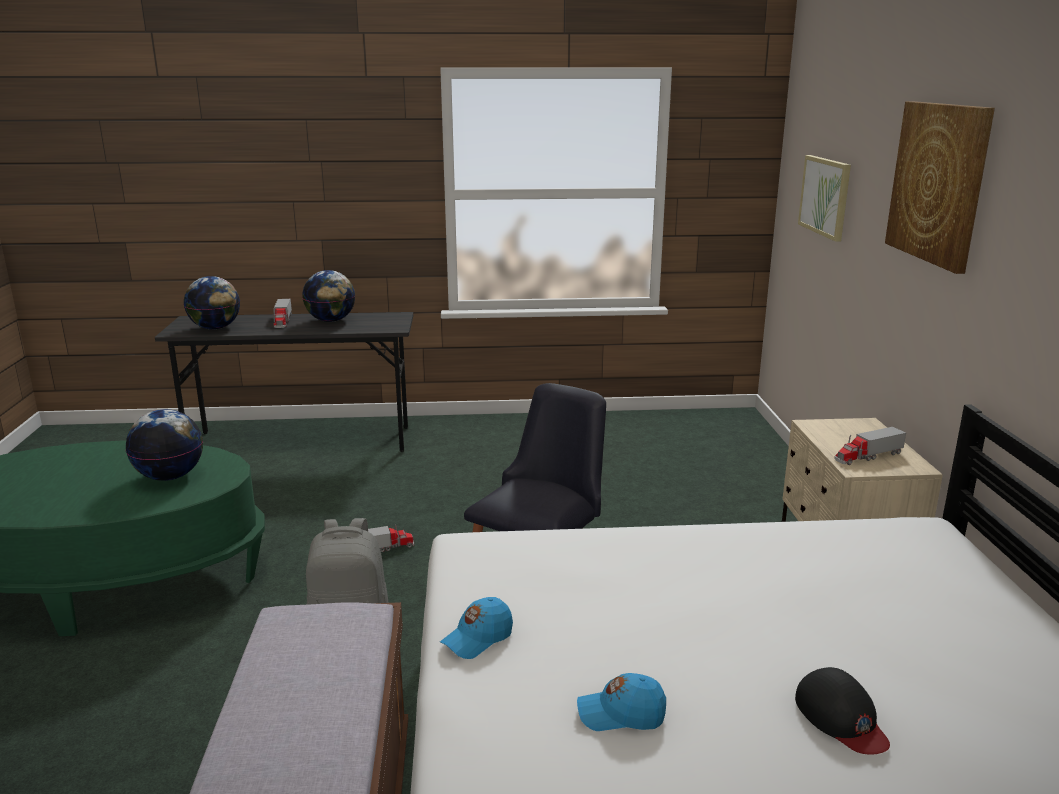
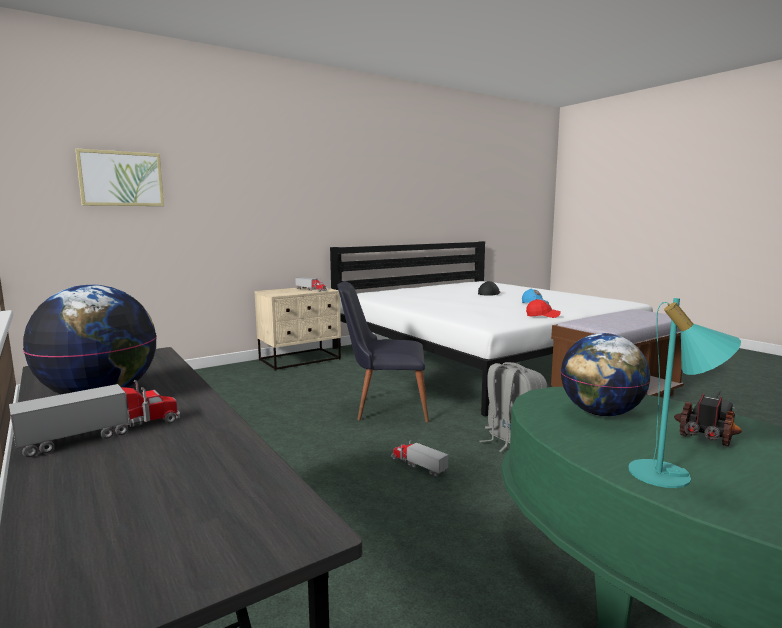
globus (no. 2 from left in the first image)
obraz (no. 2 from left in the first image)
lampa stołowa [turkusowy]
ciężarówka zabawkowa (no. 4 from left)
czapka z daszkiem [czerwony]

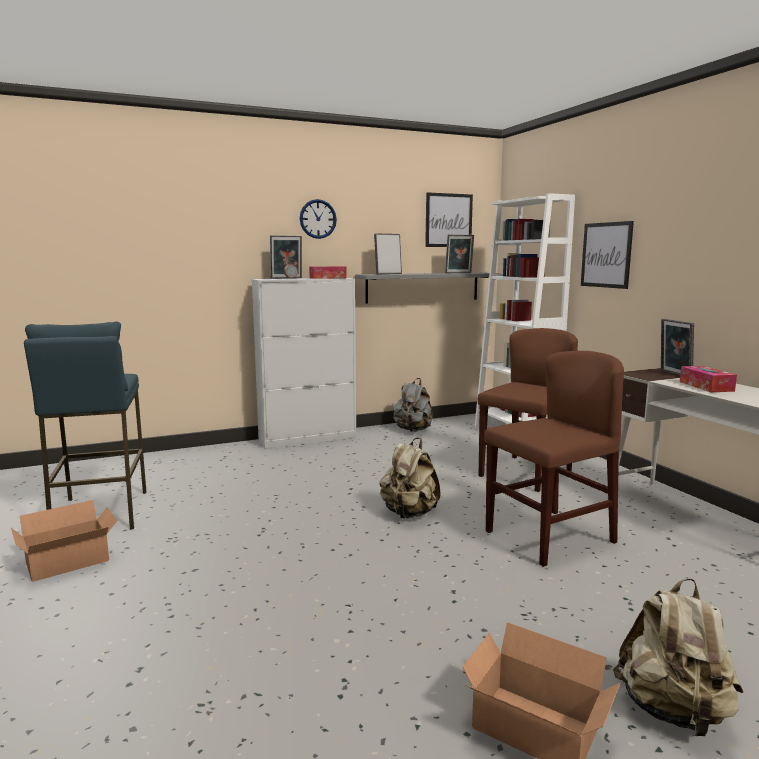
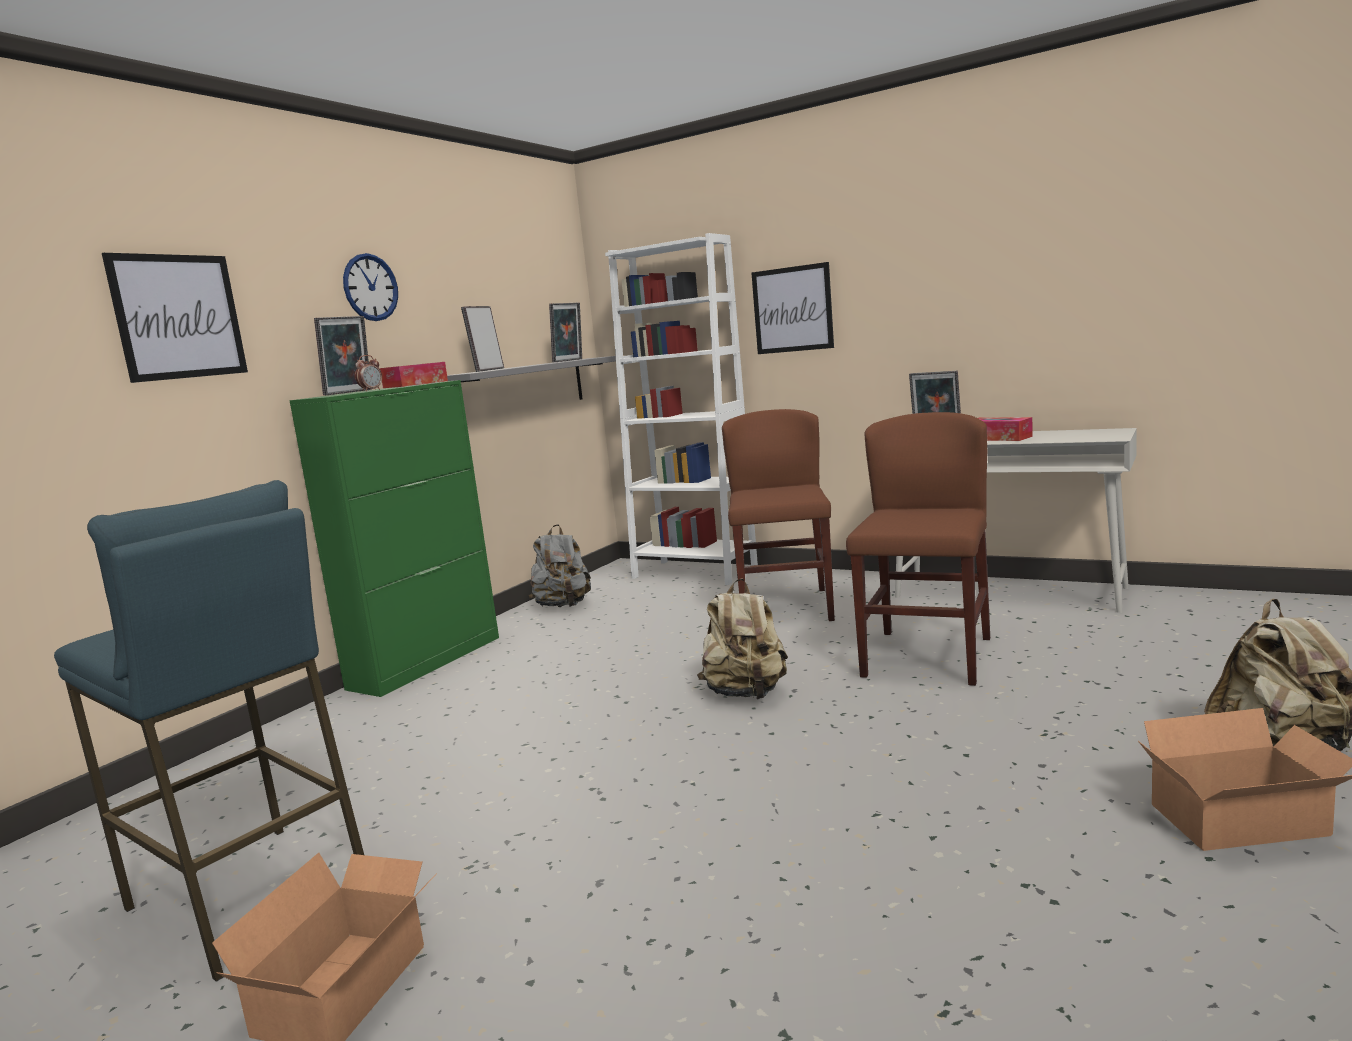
obraz (no. 1 from left)
szafka [zielony]

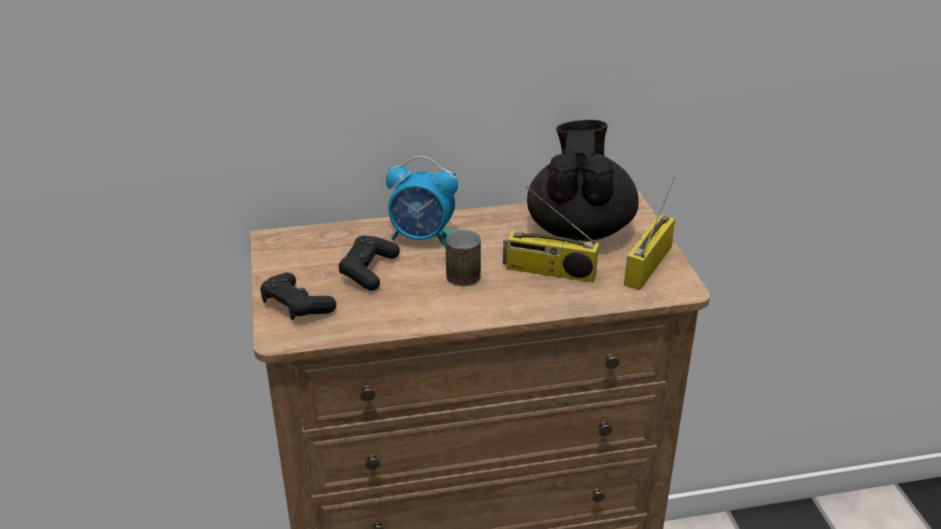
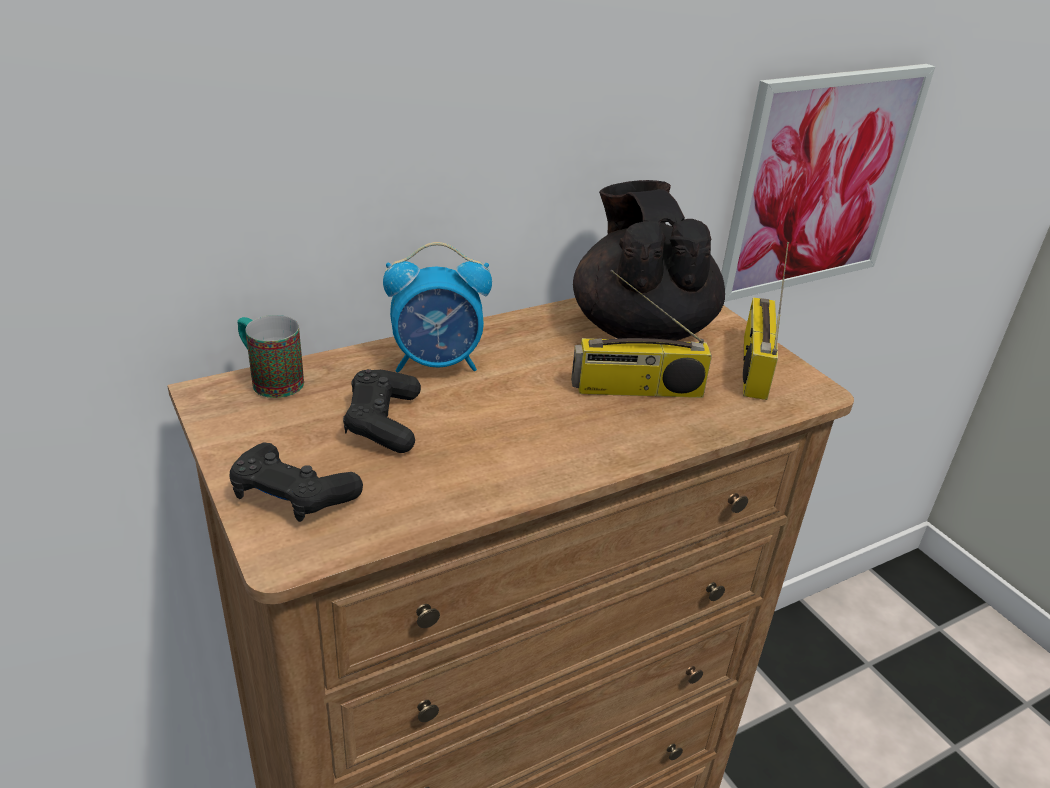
obraz
kubek

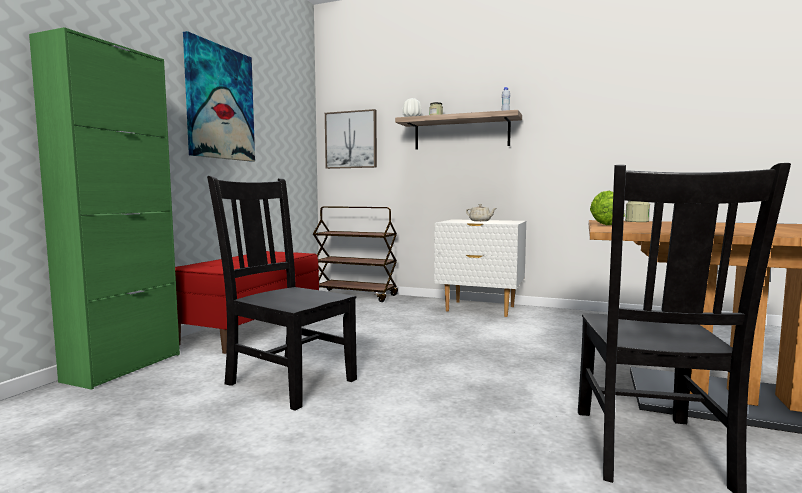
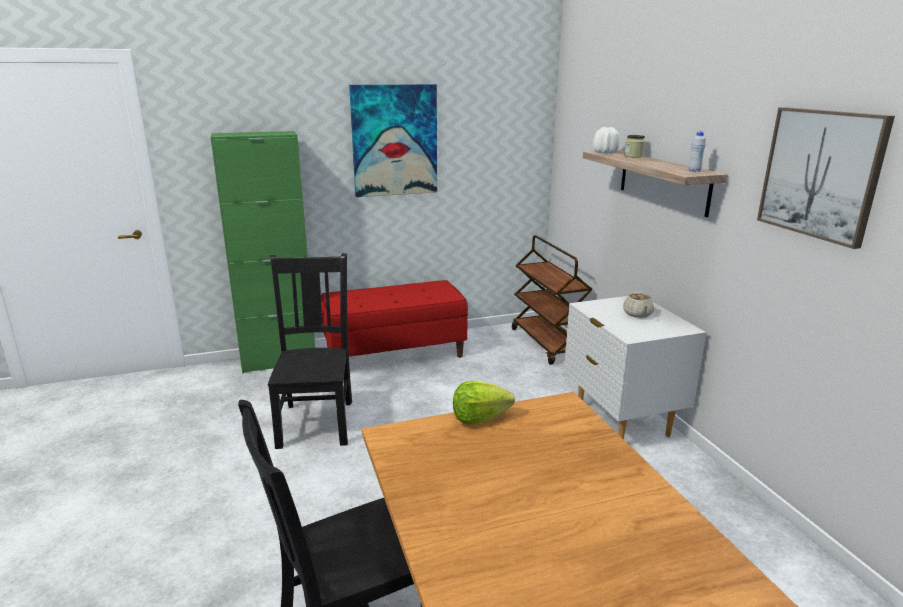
słoik (no. 2 from left in the first image)
obraz (no. 2 from left)

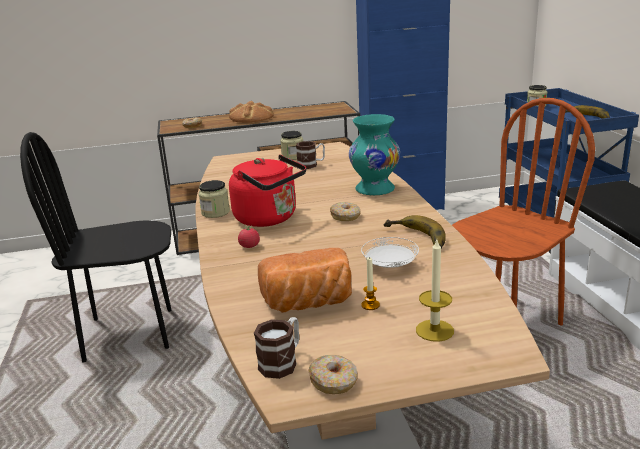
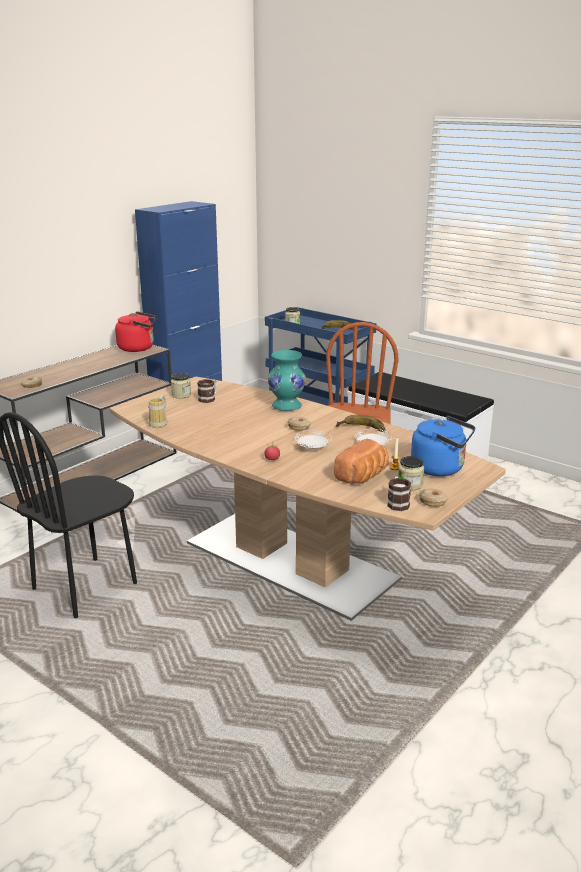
chleb (no. 1 from left in the first image)
kubek (no. 1 from left)
talerz [biały] (no. 1 from left)
słoik (no. 3 from left)
czajnik [czerwony]
czajnik [niebieski]

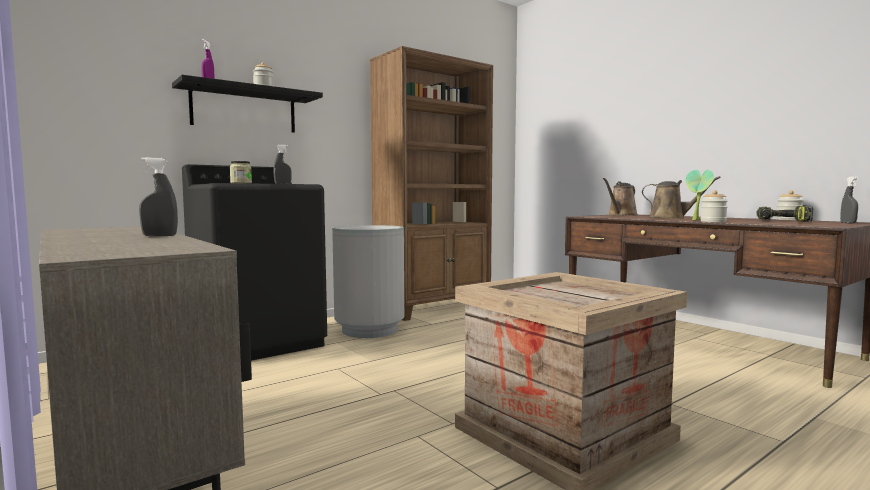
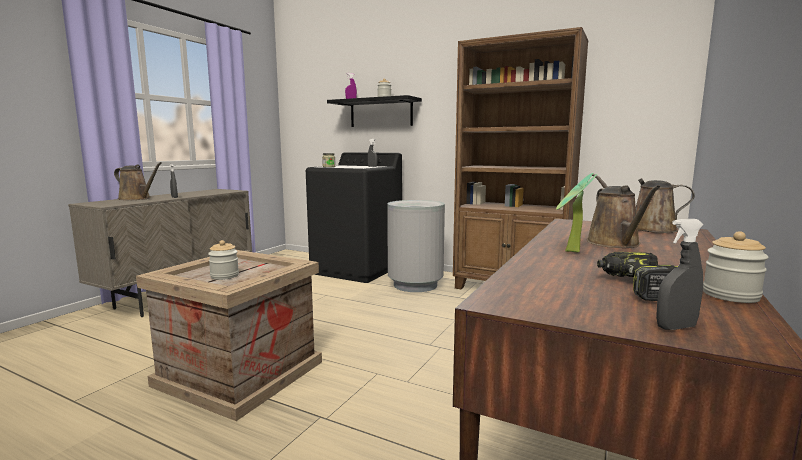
konewka [brązowy] (no. 1 from left)
słoik (no. 1 from left)

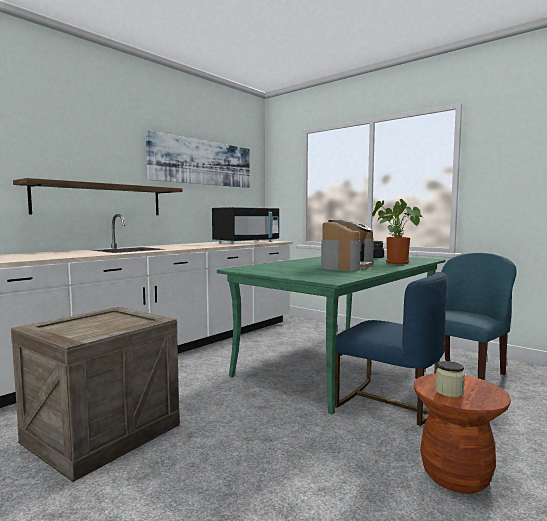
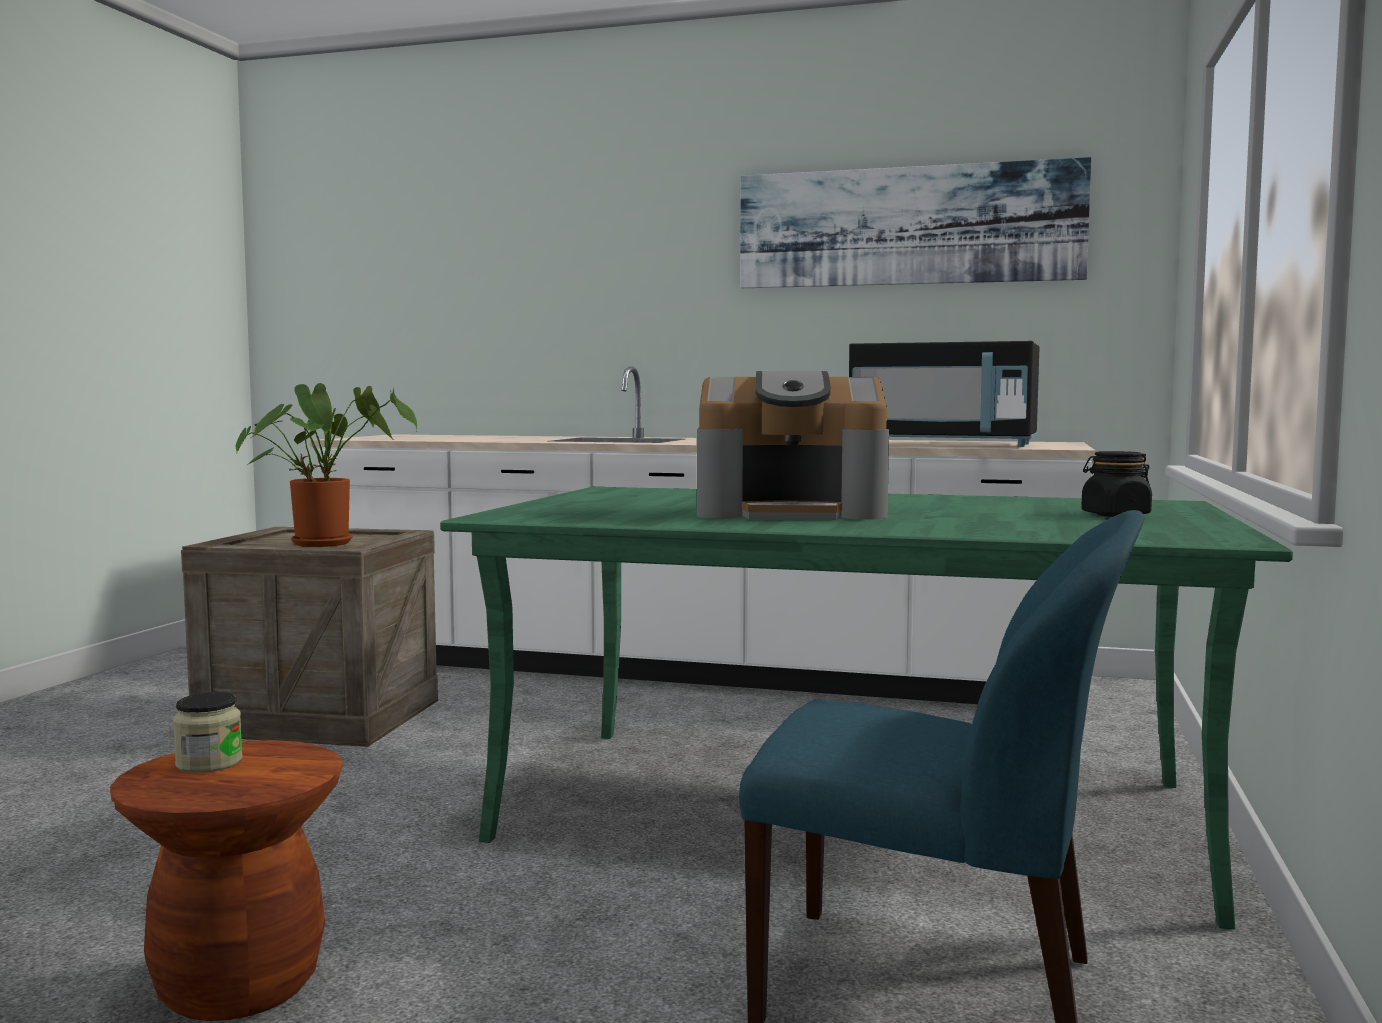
półka
krzesło [niebieski] (no. 1 from left in the first image)
roślina doniczkowa

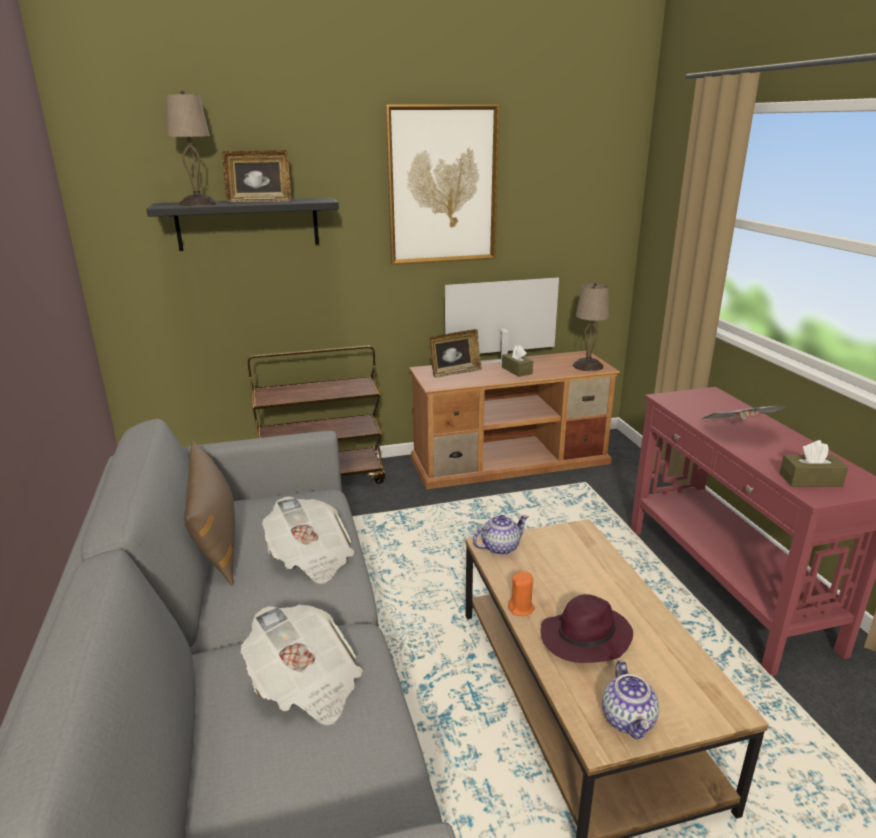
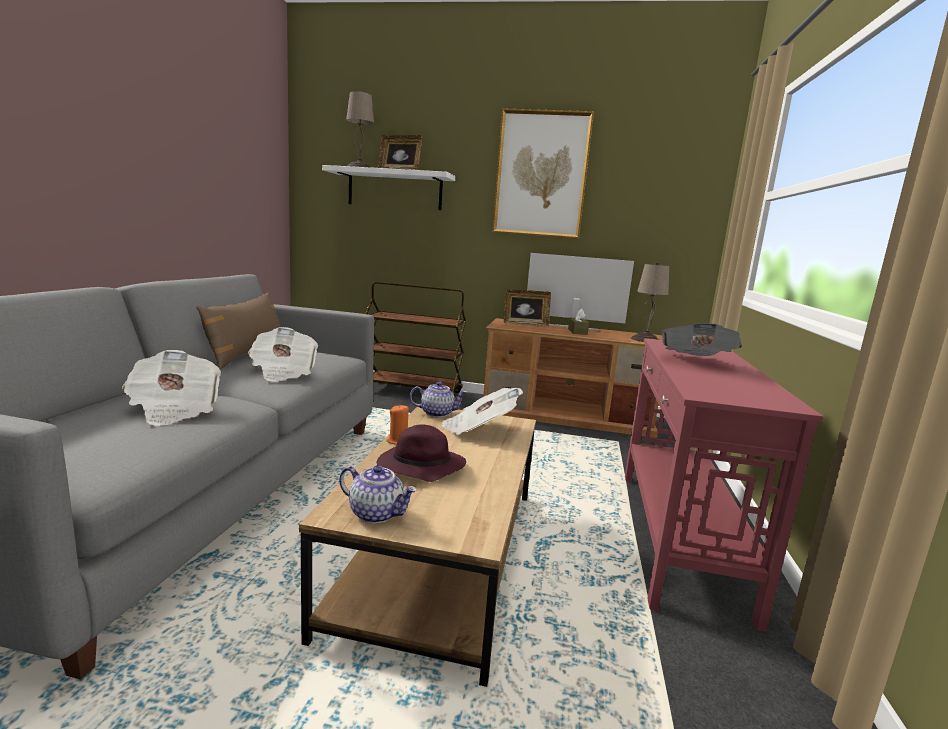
pudełko chusteczek [brązowy] (no. 2 from left in the first image)
gazeta (no. 3 from left)
półka [biały]
imbryk (no. 1 from left)

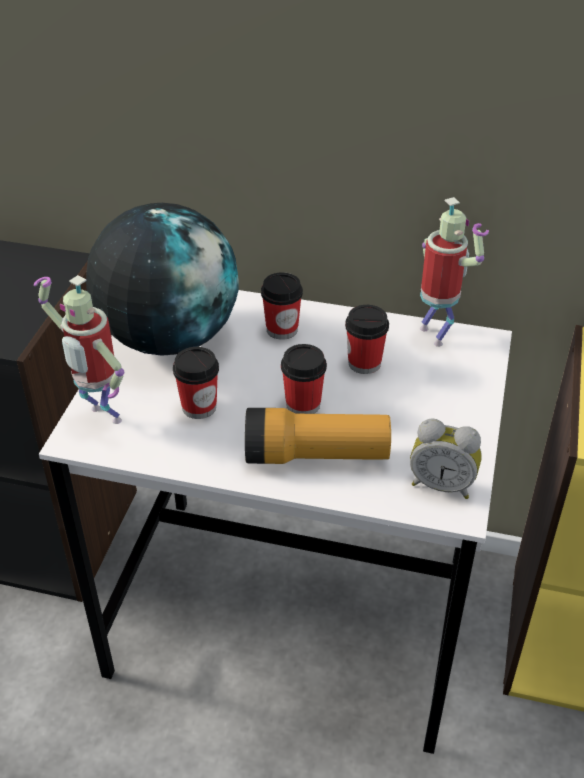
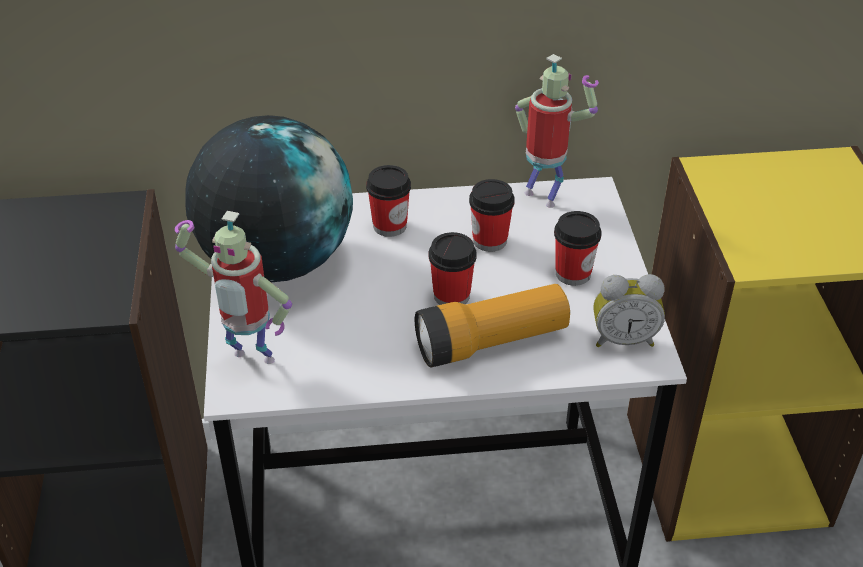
filiżanka (no. 4 from left)

